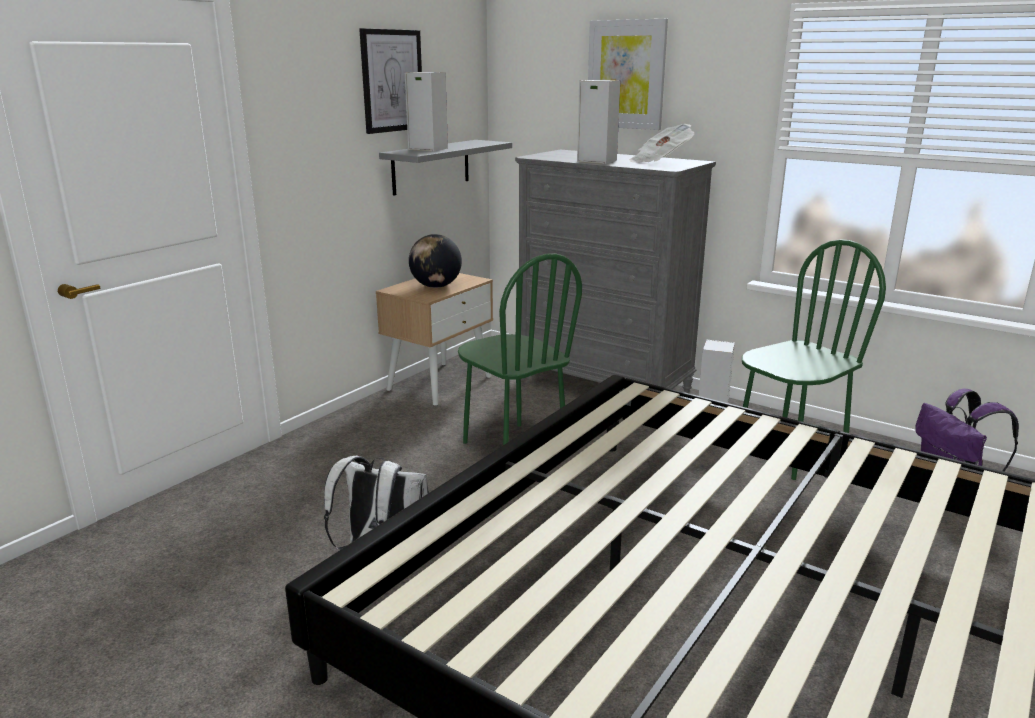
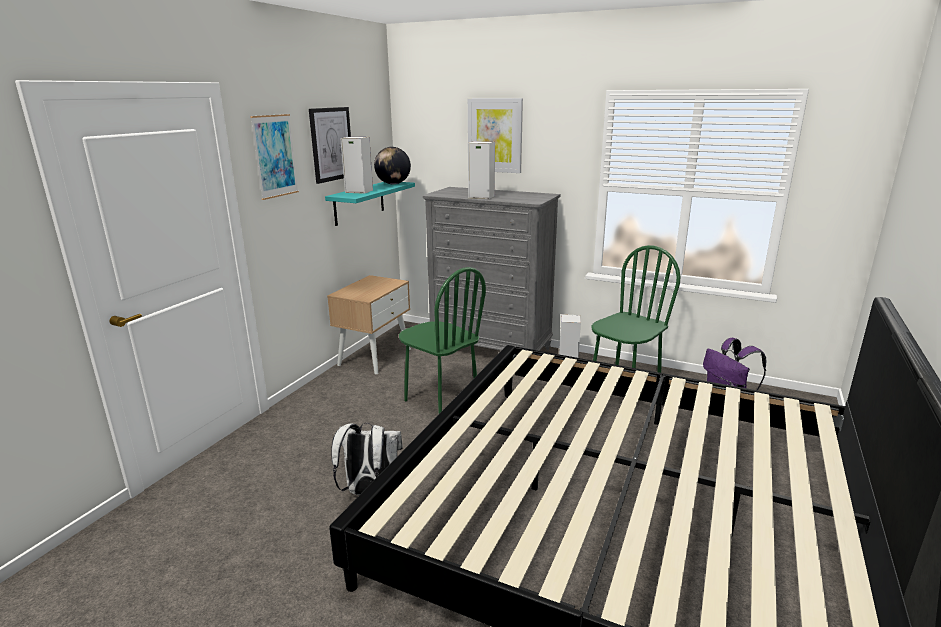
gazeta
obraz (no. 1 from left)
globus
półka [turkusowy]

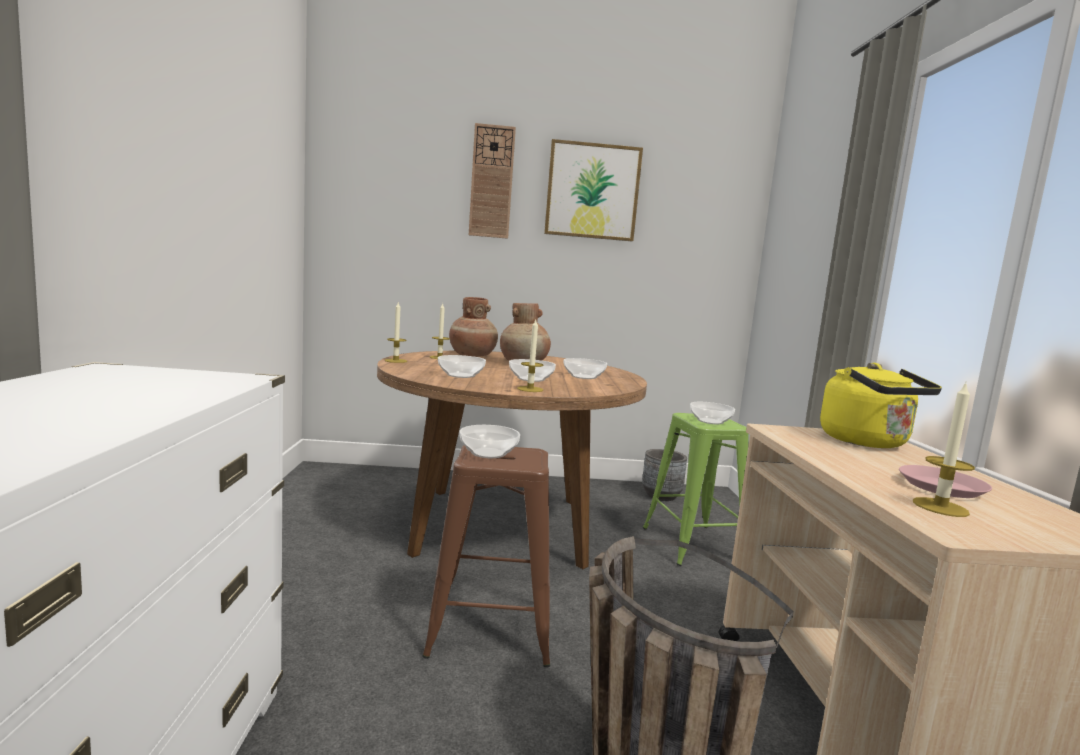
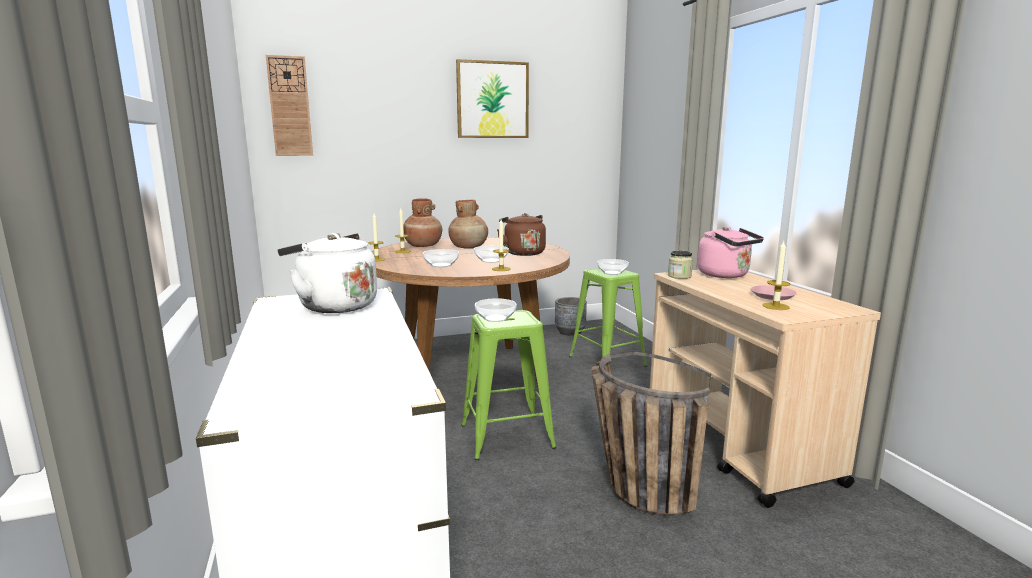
czajnik [biały]
słoik
zegar ścienny
czajnik [brązowy]
stołek [zielony] (no. 1 from left)
czajnik [różowy]

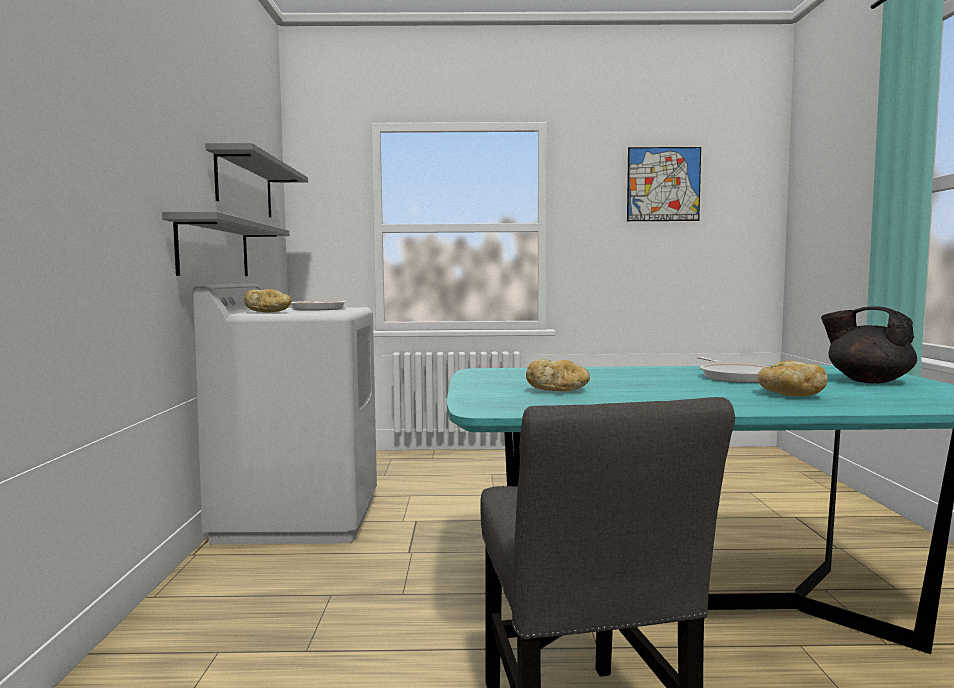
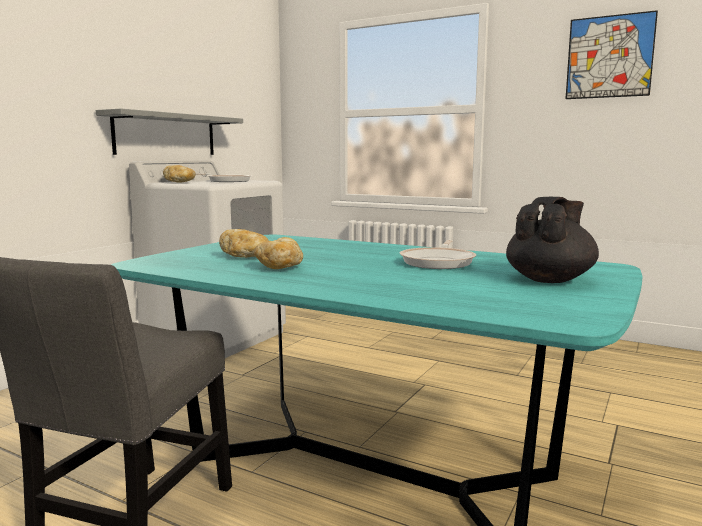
półka [szary] (no. 2 from left in the first image)
chleb (no. 3 from left)
imbryk [czarny]

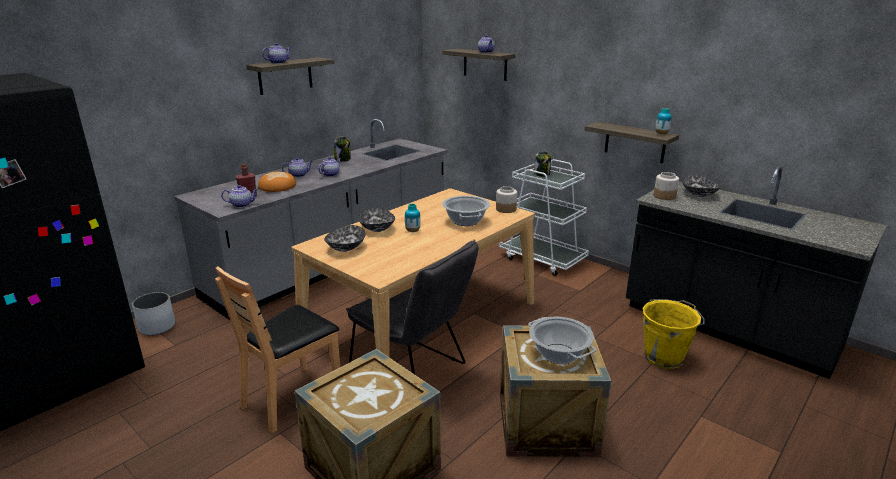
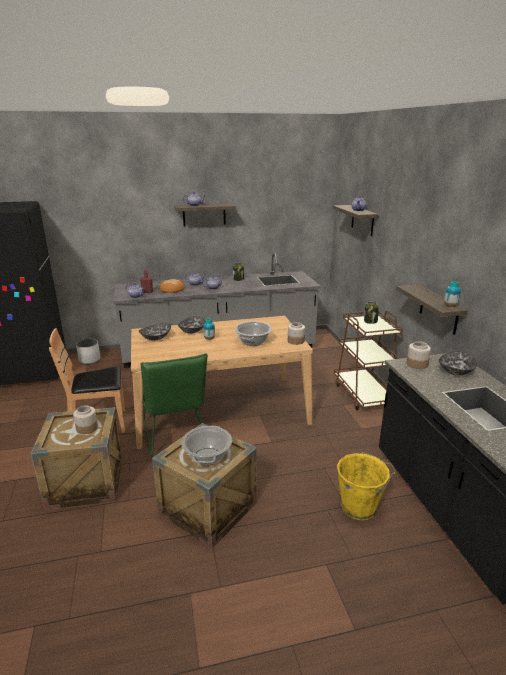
słoik (no. 1 from left)
krzesło [zielony]
wózek [brązowy]

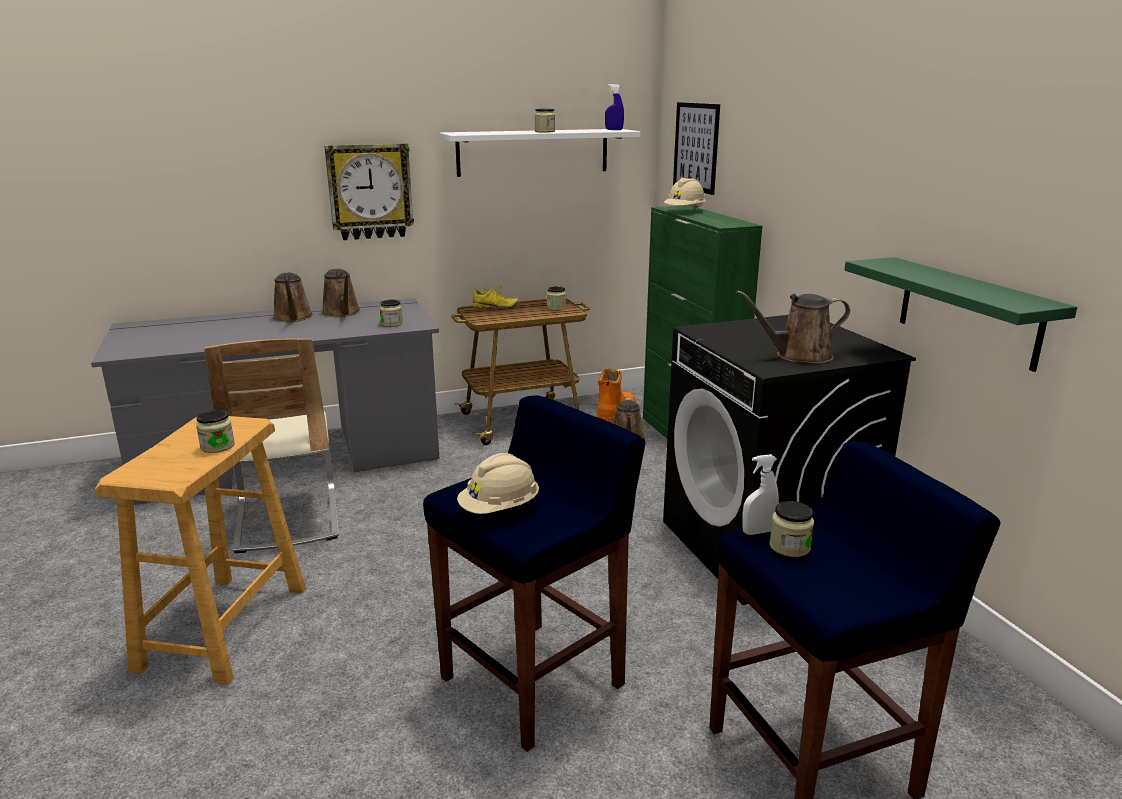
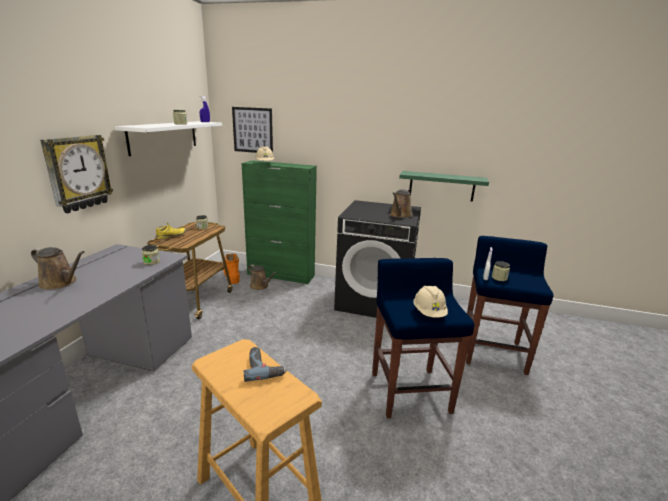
krzesło [beżowy]
konewka [brązowy] (no. 2 from left in the first image)
wiertarka

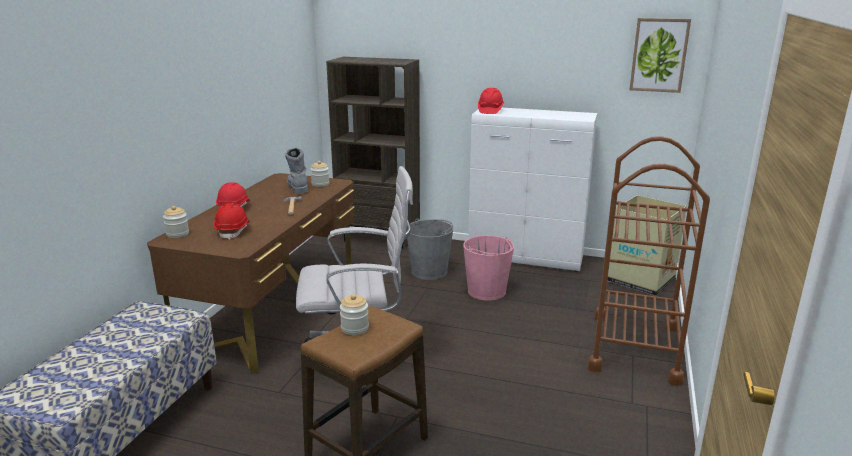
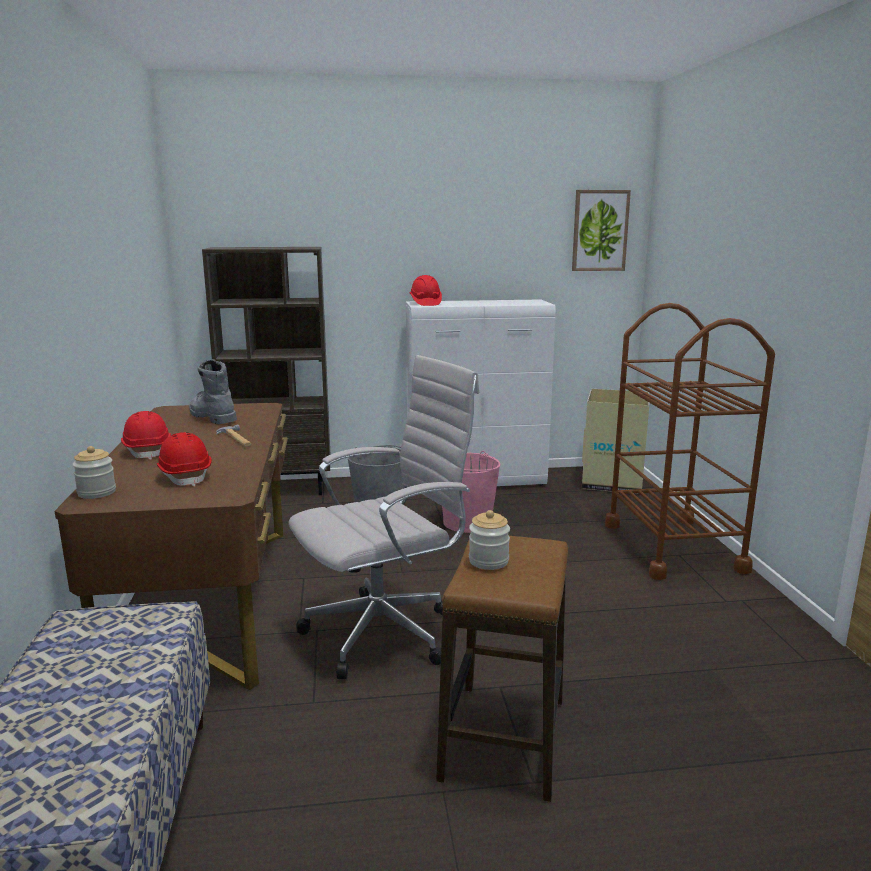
słoik (no. 2 from left in the first image)

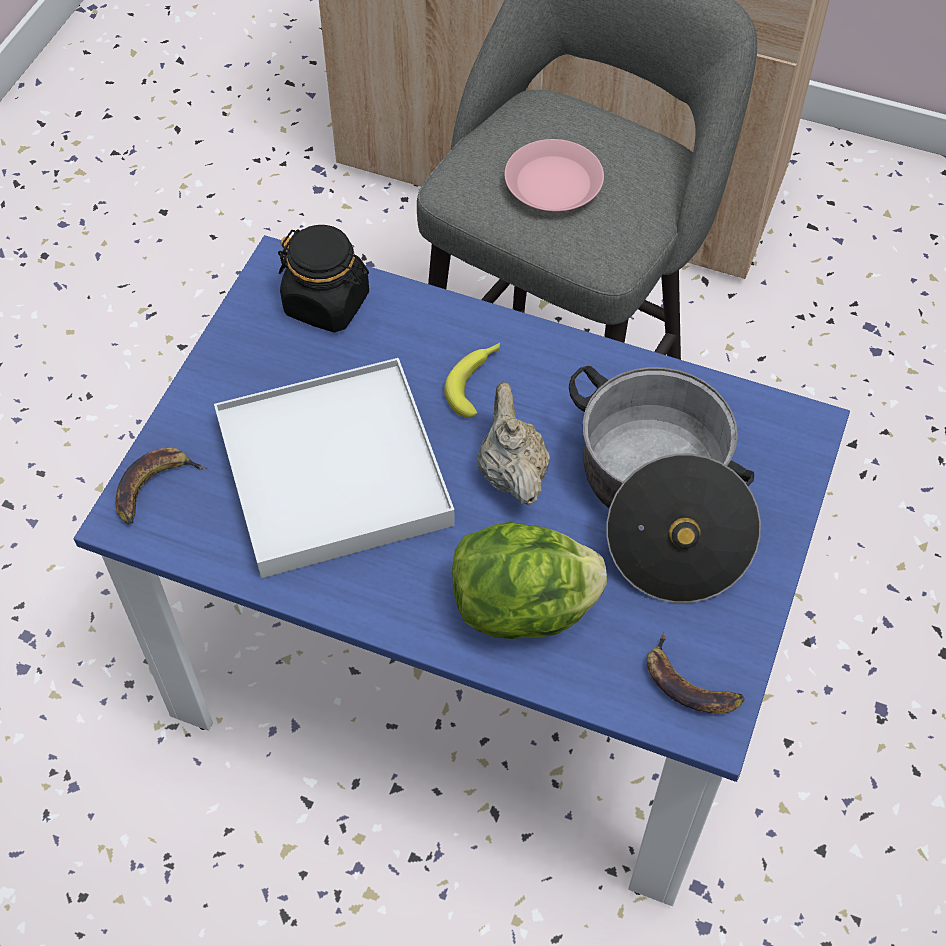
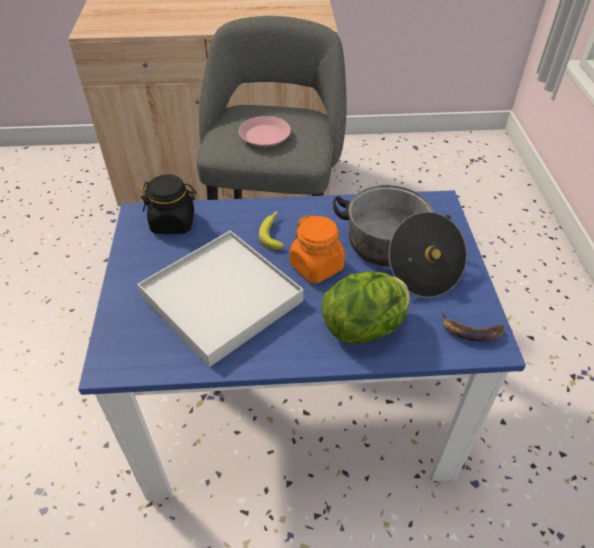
banan (no. 1 from left in the first image)
słoik [pomarańczowy]

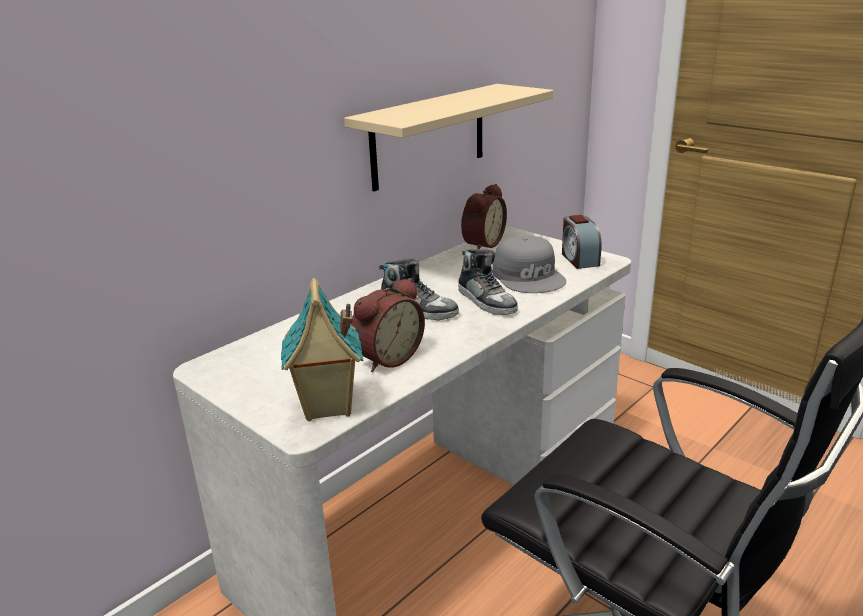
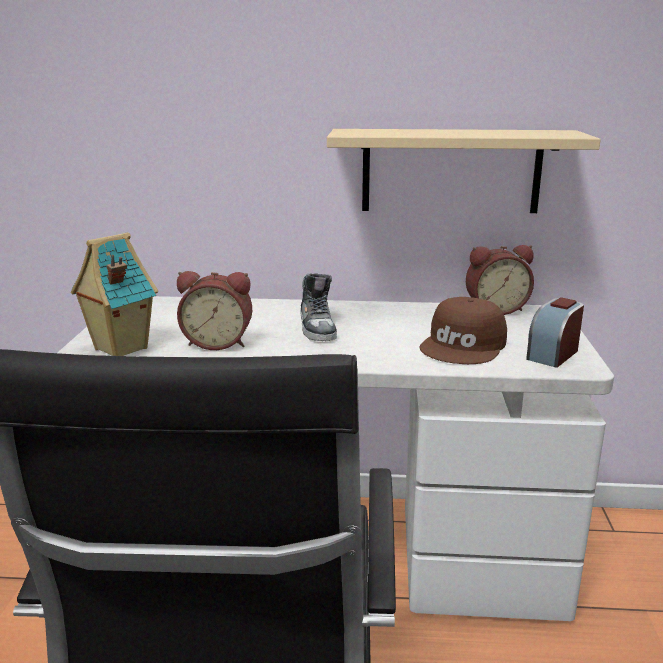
but (no. 2 from left in the first image)
czapka z daszkiem [brązowy]

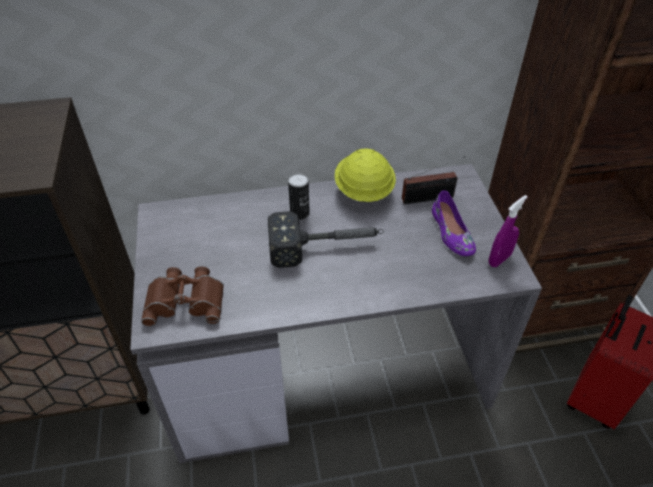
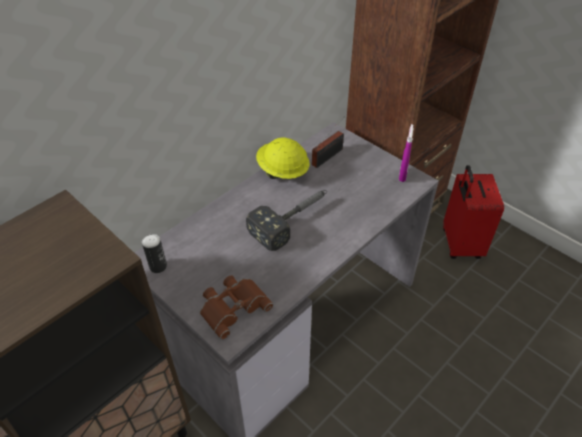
but [fioletowy]
puszka

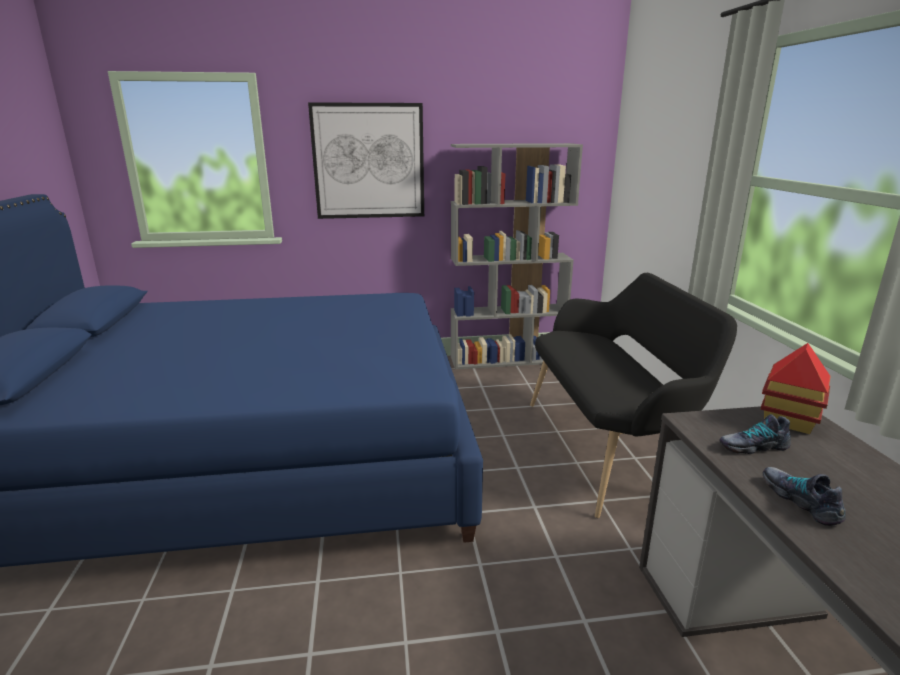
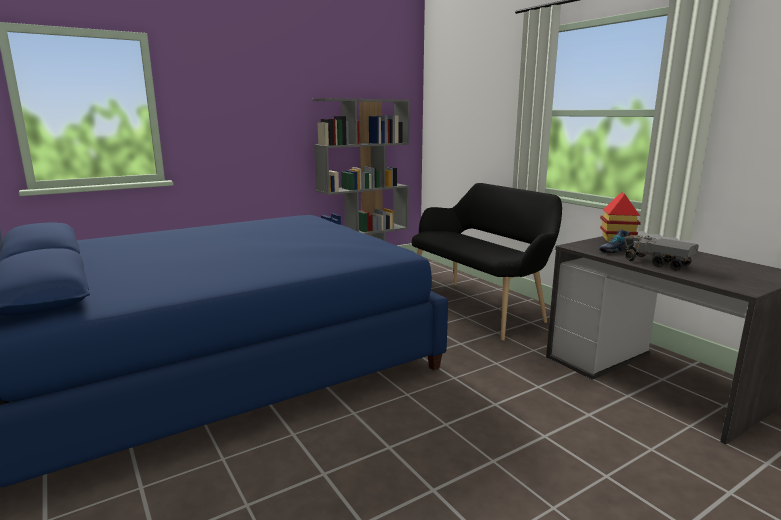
obraz
ciężarówka zabawkowa

